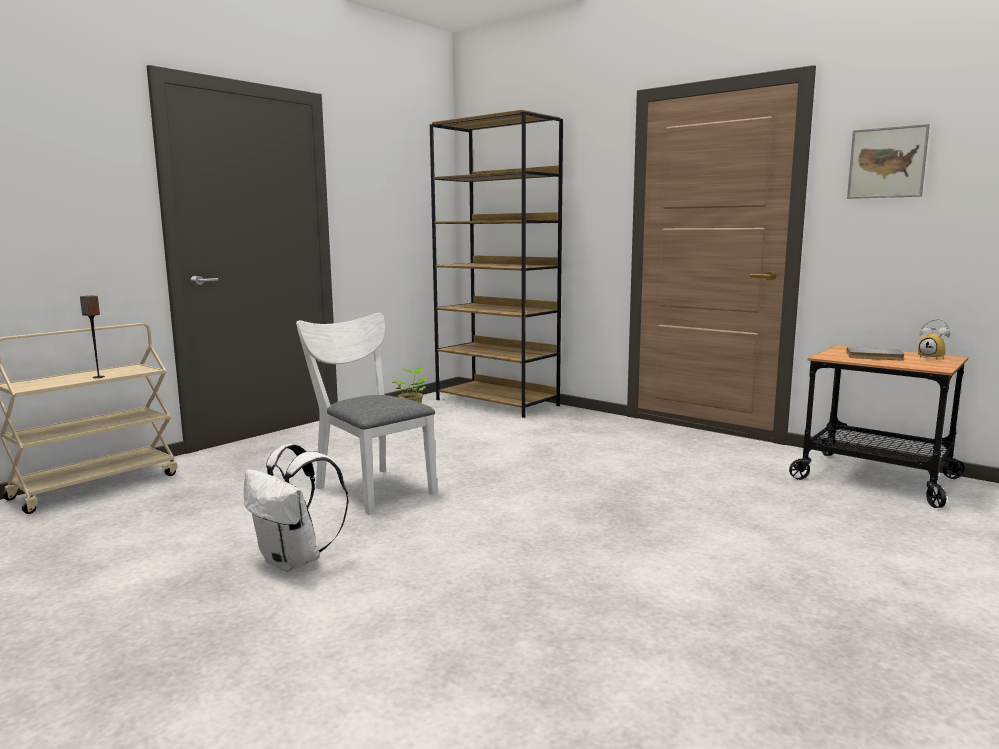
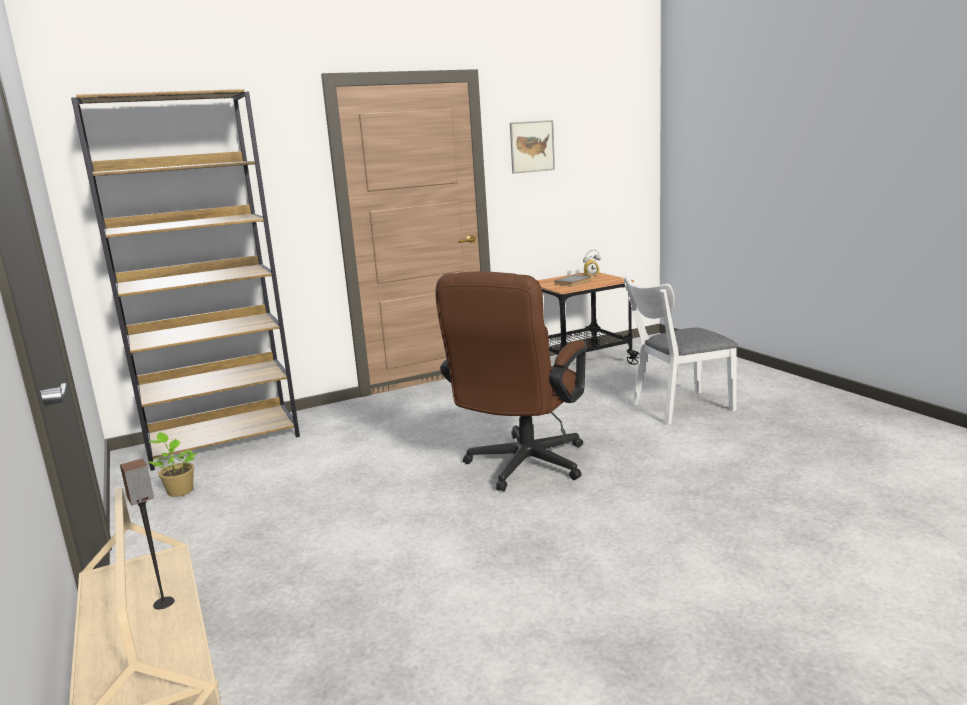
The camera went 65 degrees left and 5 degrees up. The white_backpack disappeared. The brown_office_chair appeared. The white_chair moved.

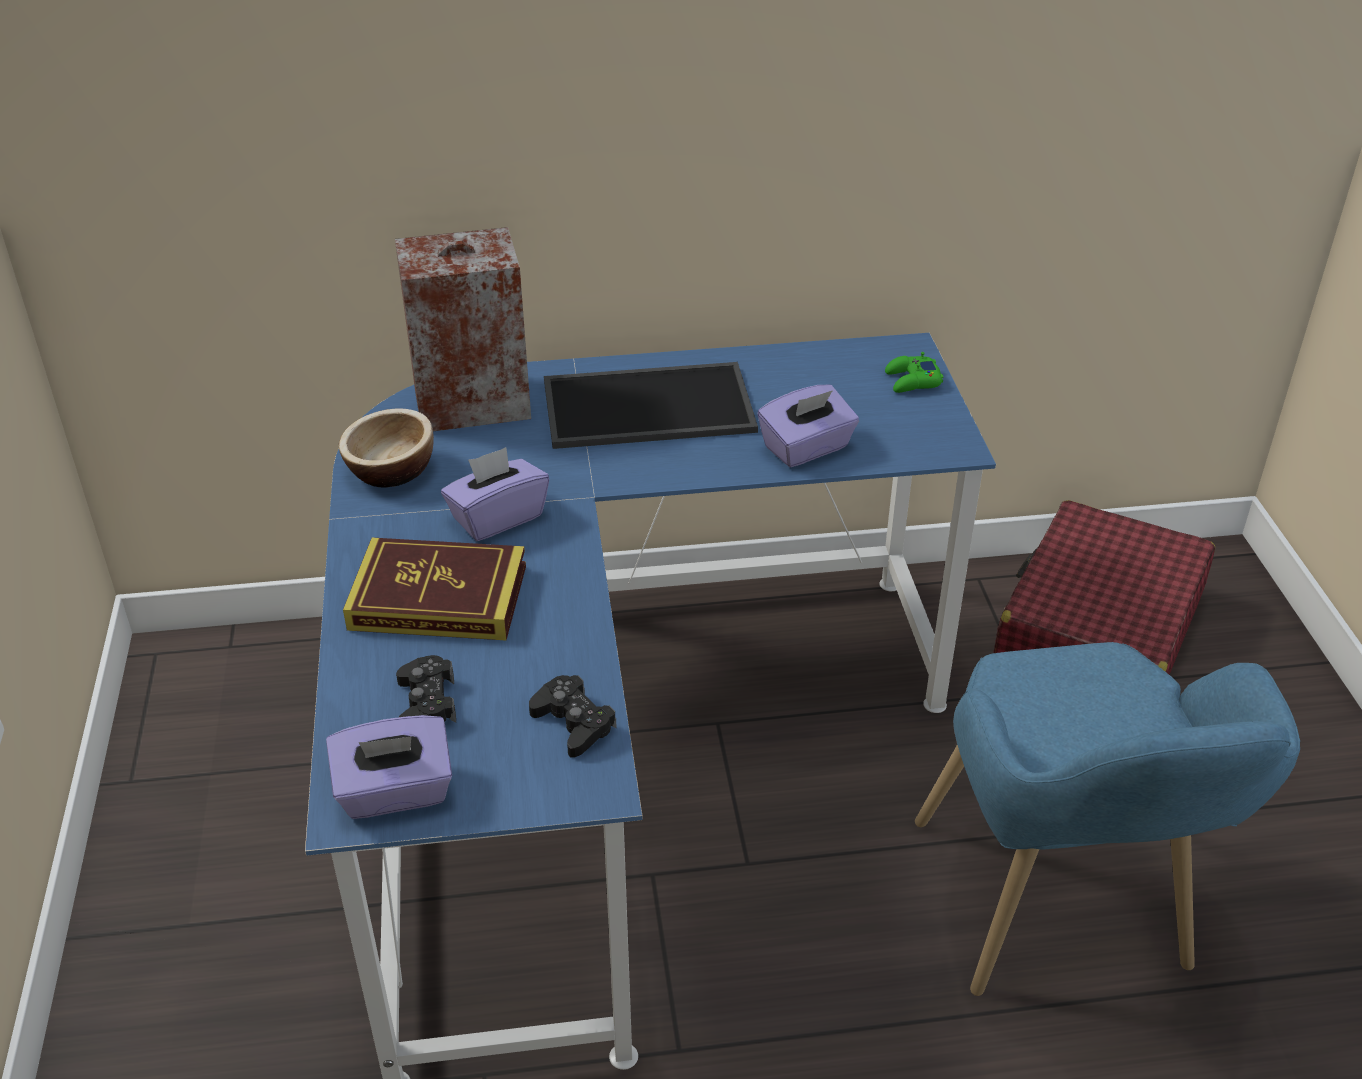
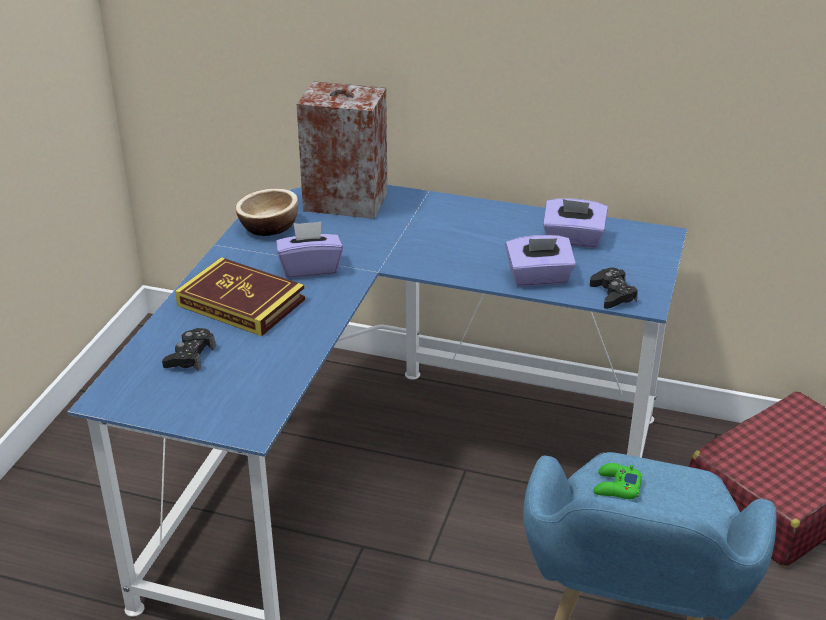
The camera went 25 degrees right and 5 degrees down. The tray disappeared. The purple_tissue_box (1st from left in the first image) moved. The black_game_controller (2nd from left) moved. The green_game_controller moved.

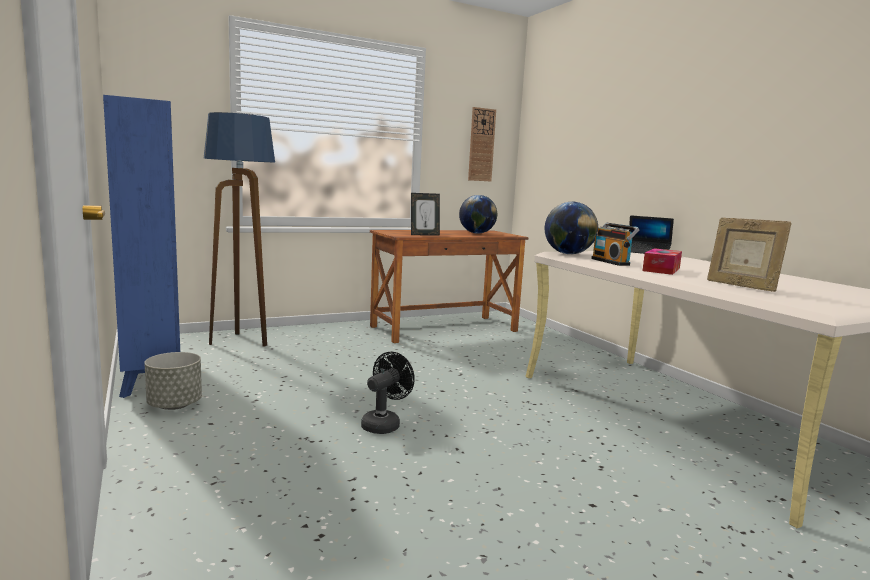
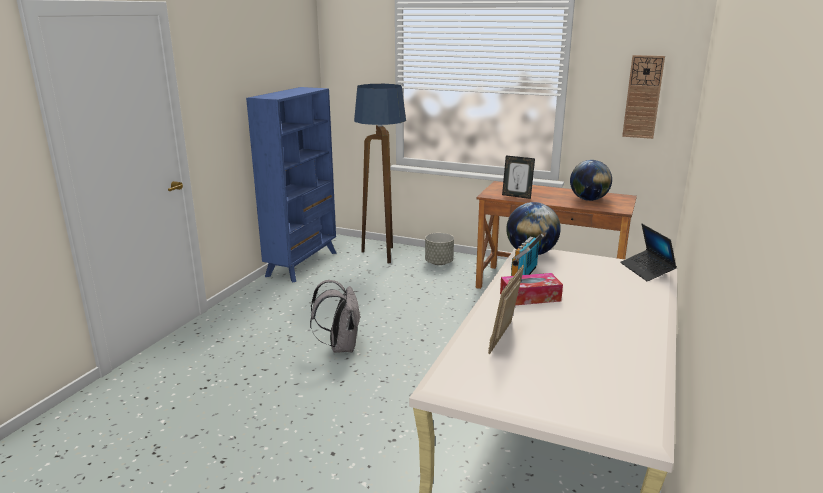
The camera went 50 degrees right and 10 degrees up. The grey_planter moved. The black_fan was replaced by the grey_backpack.

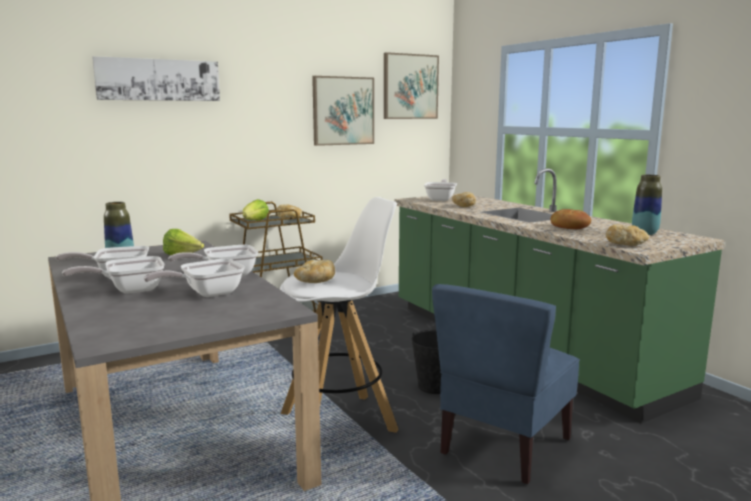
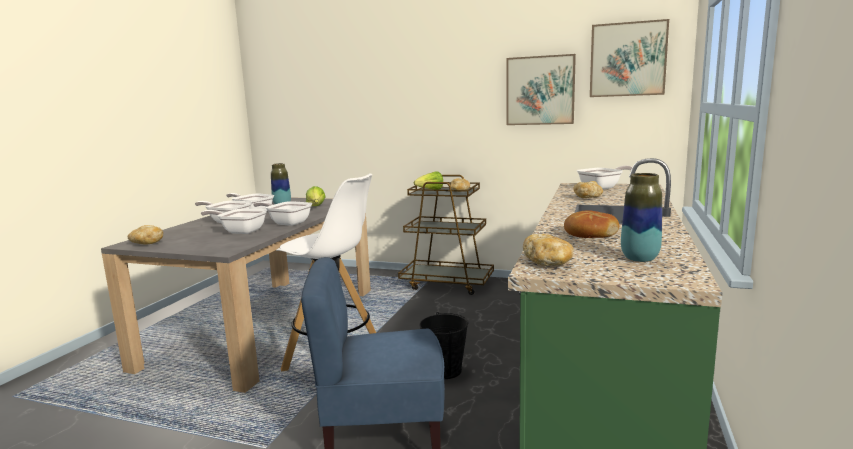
The camera went 50 degrees right and 0 degrees up. The picture (1st from left) disappeared. The bread (2nd from left in the first image) moved.

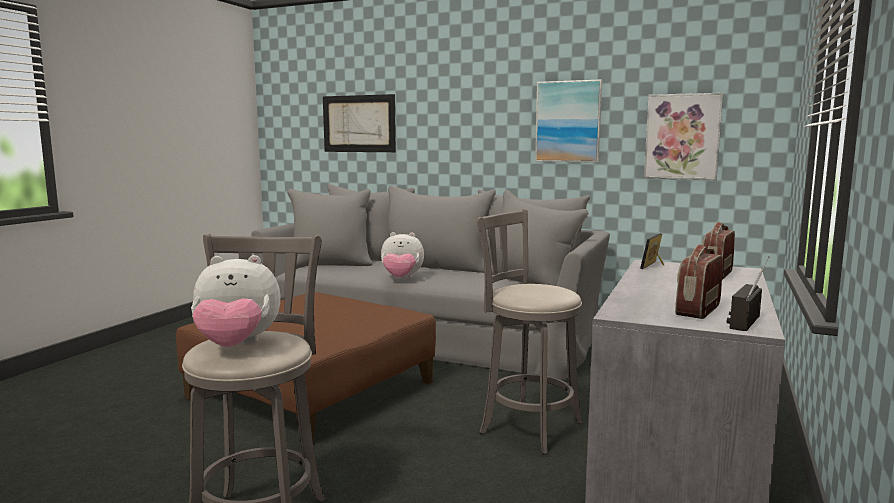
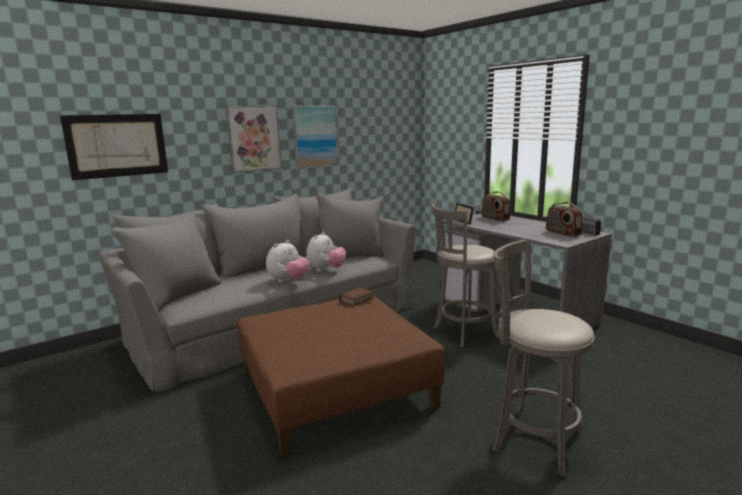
The camera went 60 degrees left and 5 degrees up. The book appeared. The plush_toy (1st from left in the first image) moved. The picture (3rd from left in the first image) moved.

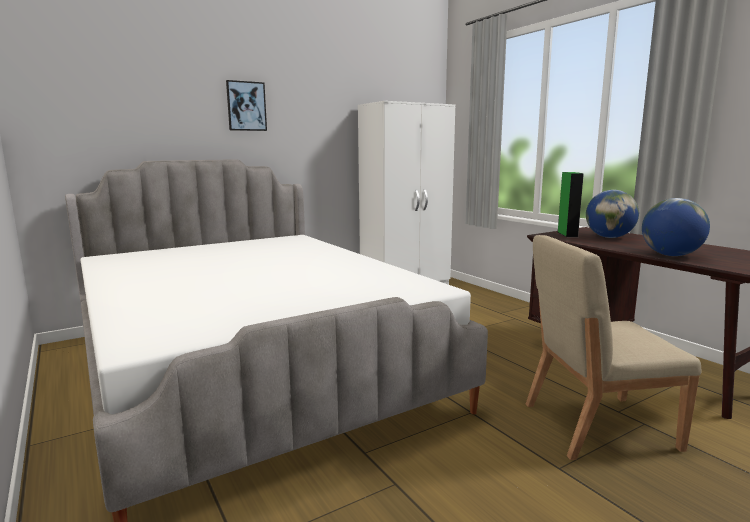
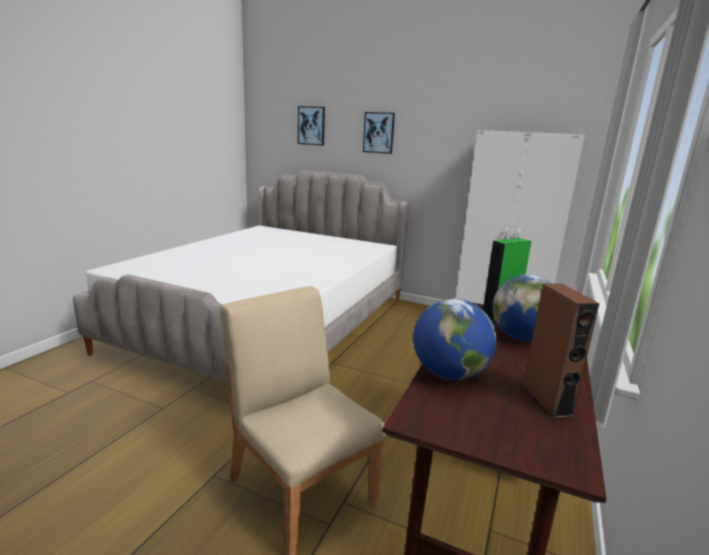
The camera went 55 degrees right and 5 degrees up. The picture (1st from left) appeared. The brown_speaker appeared.

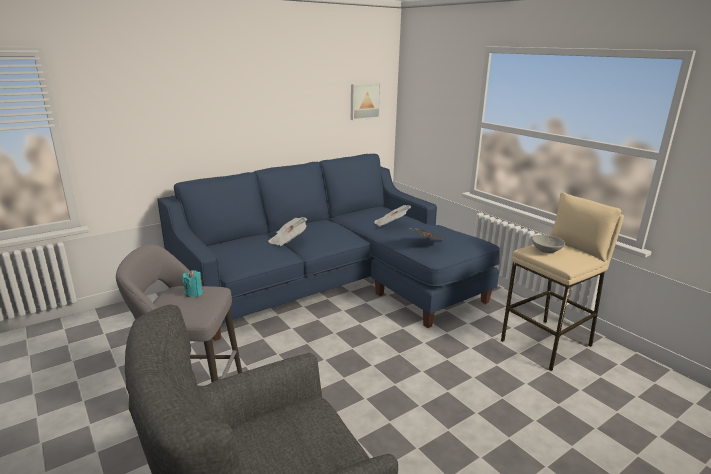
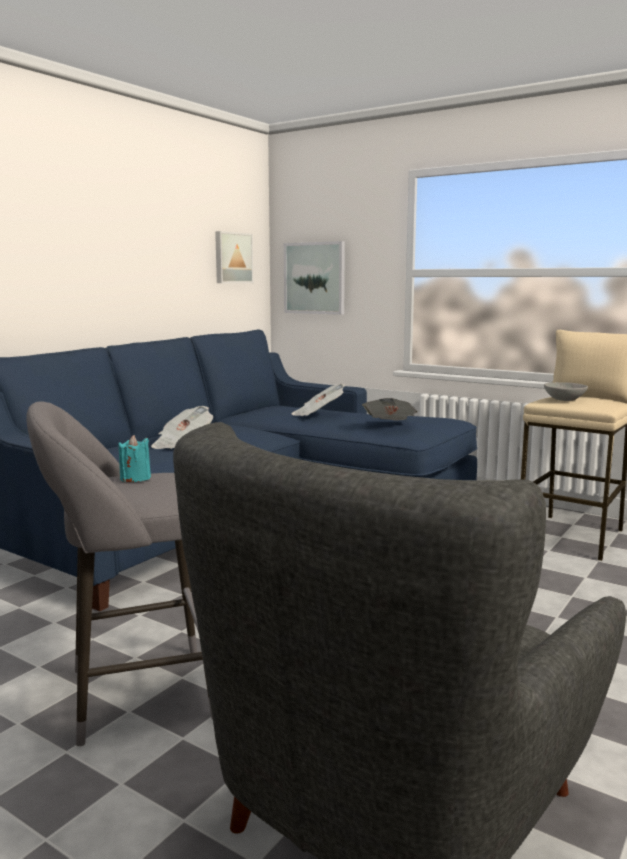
The camera went 20 degrees left and 10 degrees down. The picture (2nd from left) appeared.

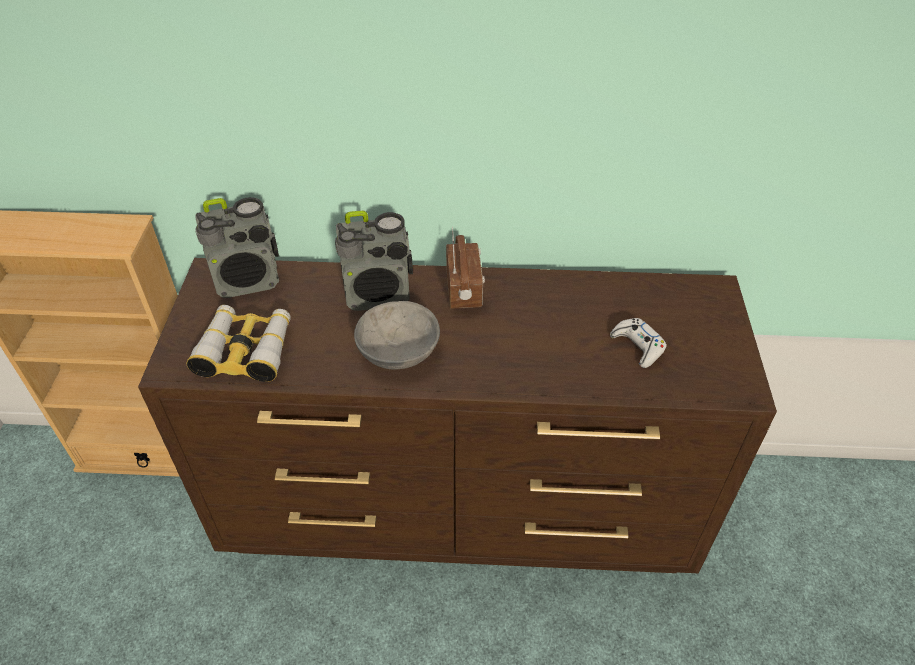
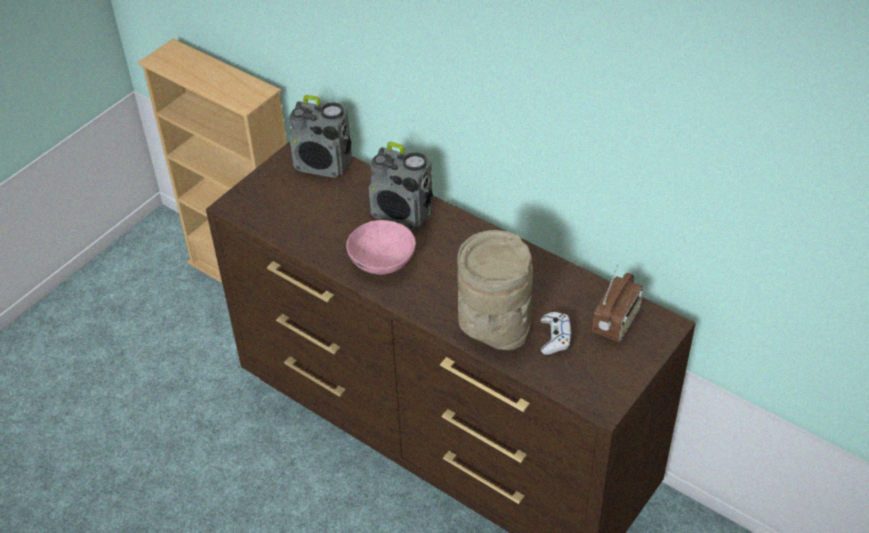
The camera went 35 degrees right and 0 degrees up. The binoculars disappeared. The beige_vase appeared. The radio (3rd from left) moved. The grey_bowl became the pink_bowl.

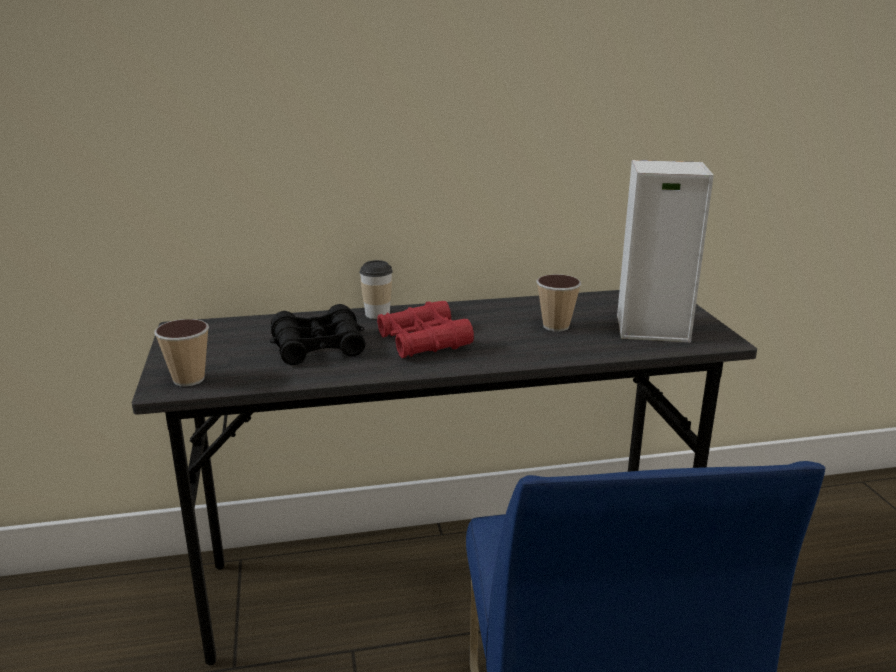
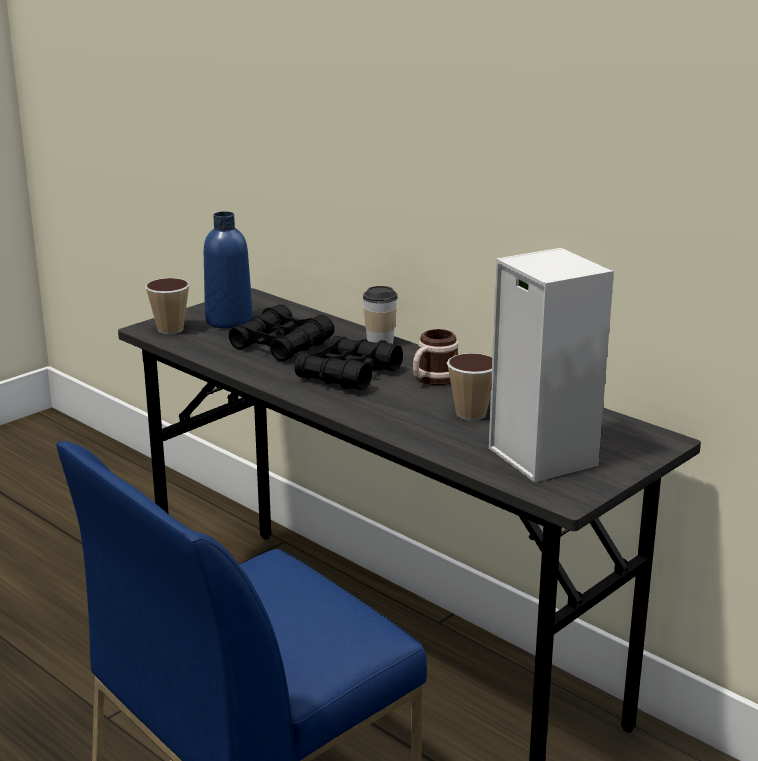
The camera went 55 degrees right and 0 degrees up. The blue_bottle appeared. The mug appeared. The red_binoculars became the black_binoculars (2nd from left).

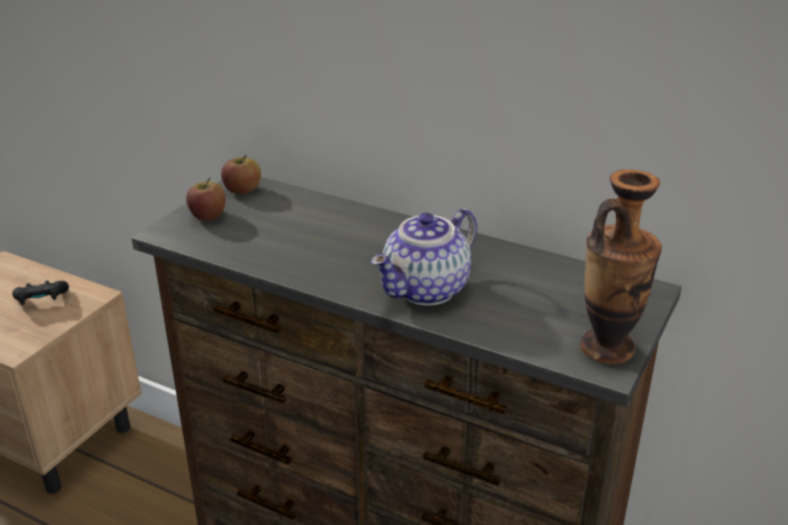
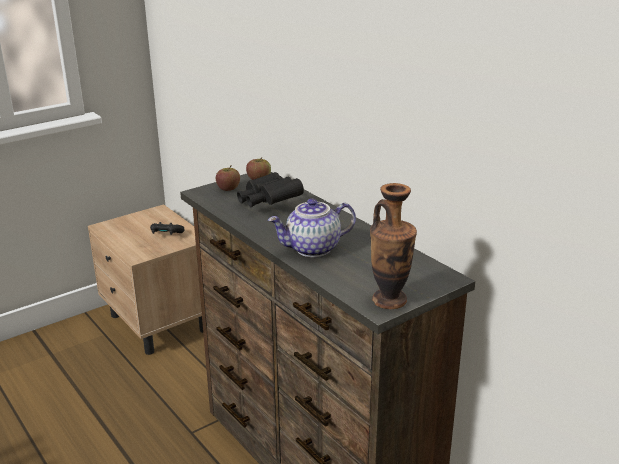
The camera went 25 degrees right and 5 degrees down. The black_binoculars appeared.

